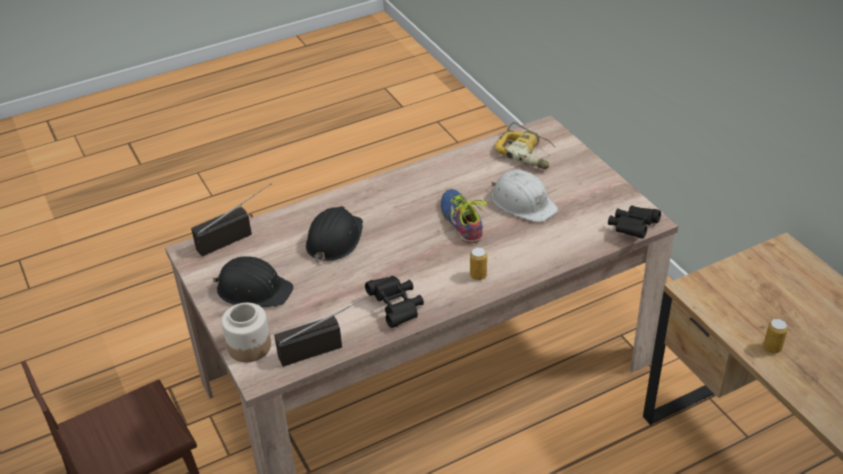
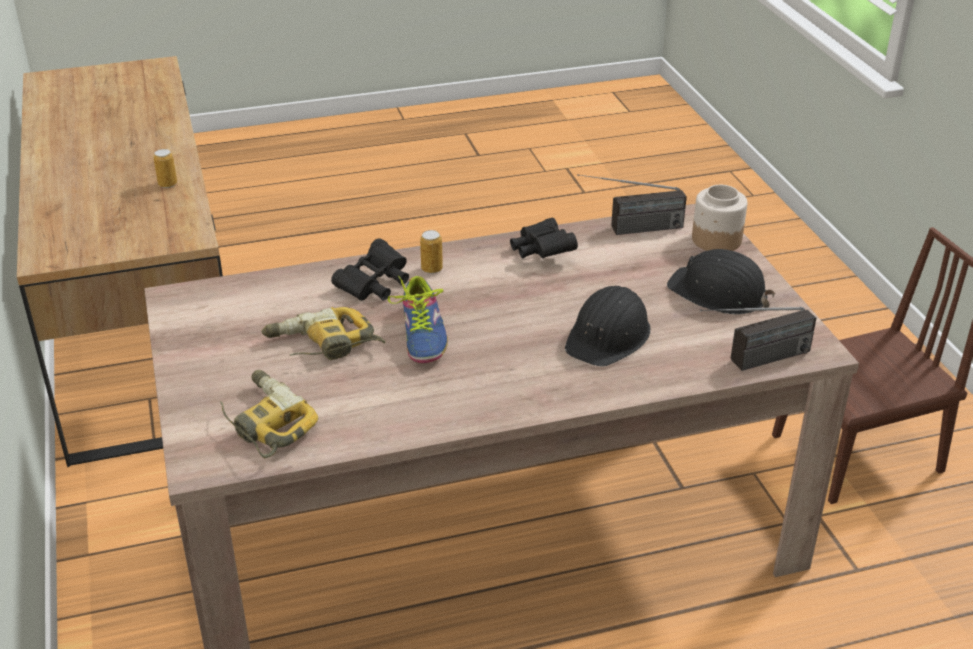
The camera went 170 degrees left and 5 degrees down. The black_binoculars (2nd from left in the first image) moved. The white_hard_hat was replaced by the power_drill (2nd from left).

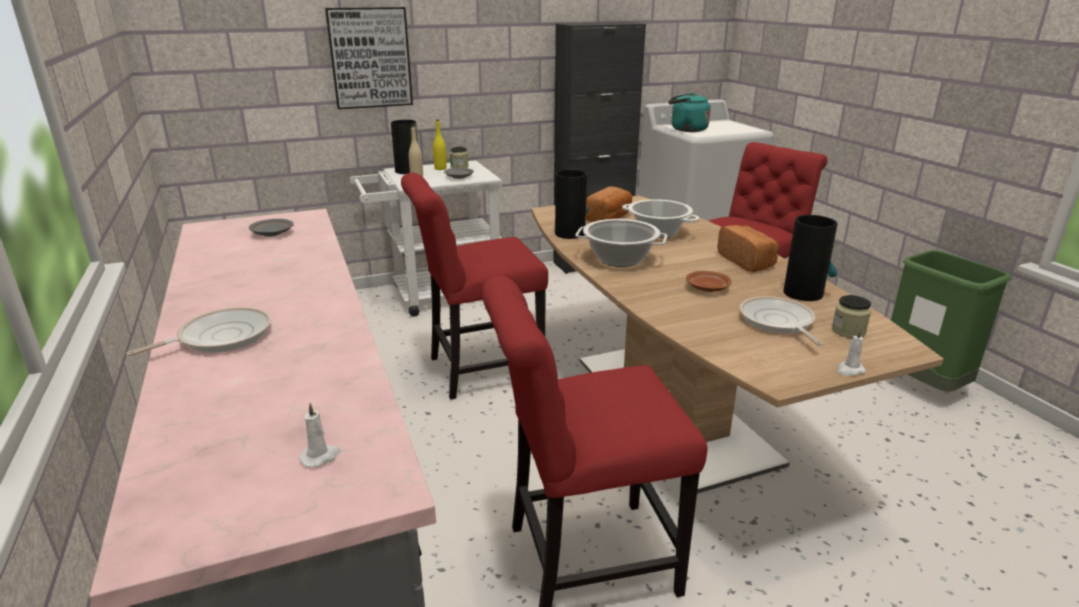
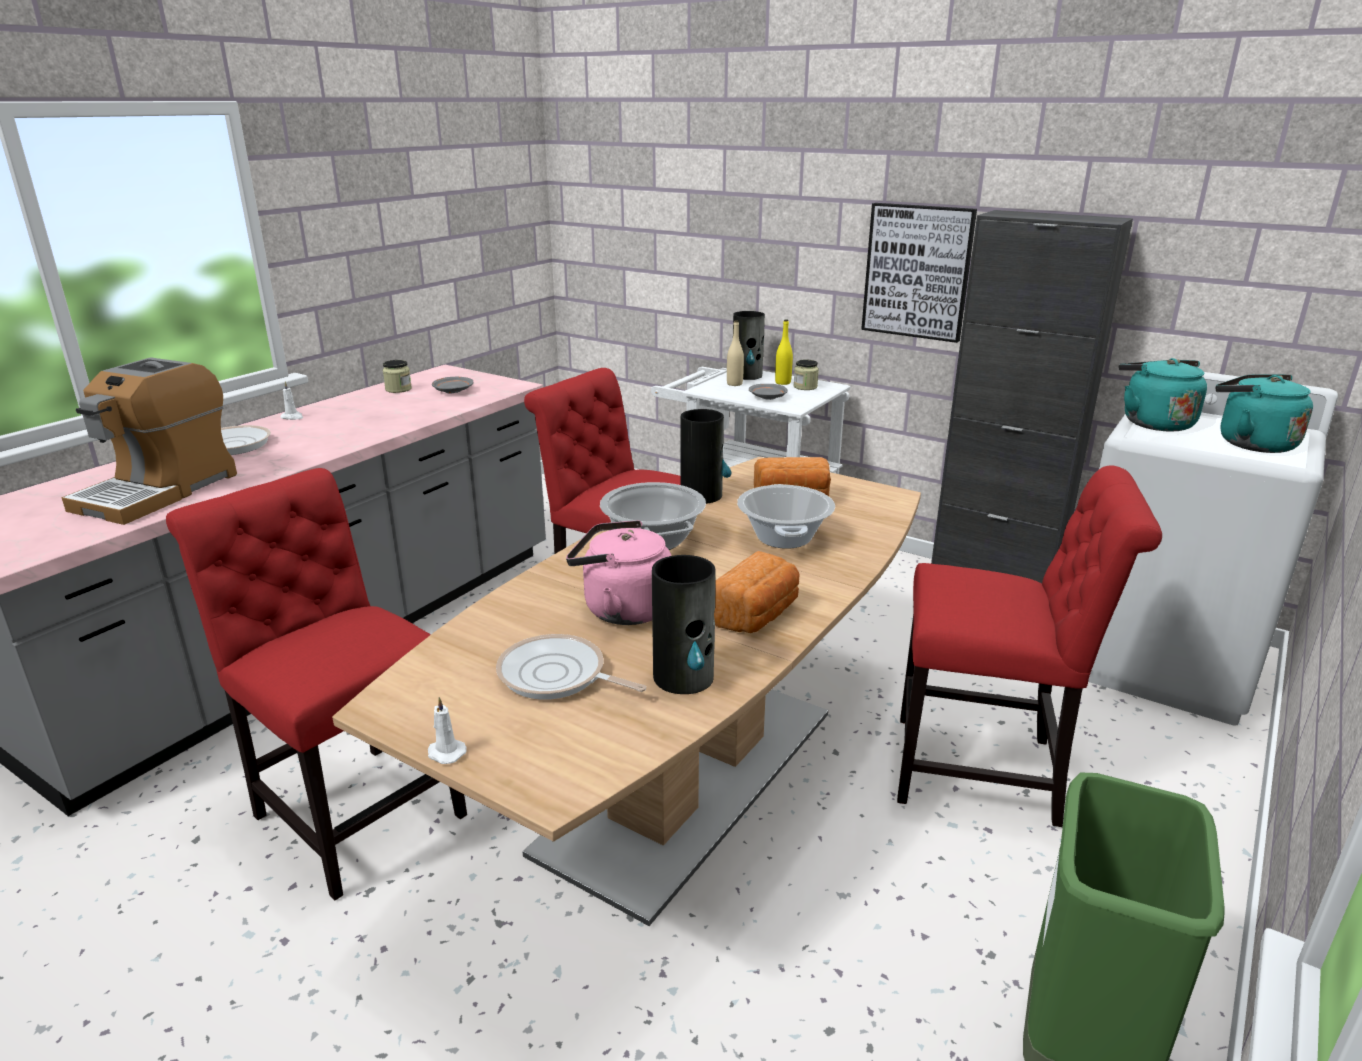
The camera went 55 degrees right and 0 degrees up. The coffee_machine appeared. The turquoise_kettle (2nd from left) appeared. The white_candle (1st from left) moved. The picture moved. The jar (2nd from left in the first image) moved. The brown_plate was replaced by the pink_kettle. The frying_pan (2nd from left) turned 105 degrees counterclockwise.

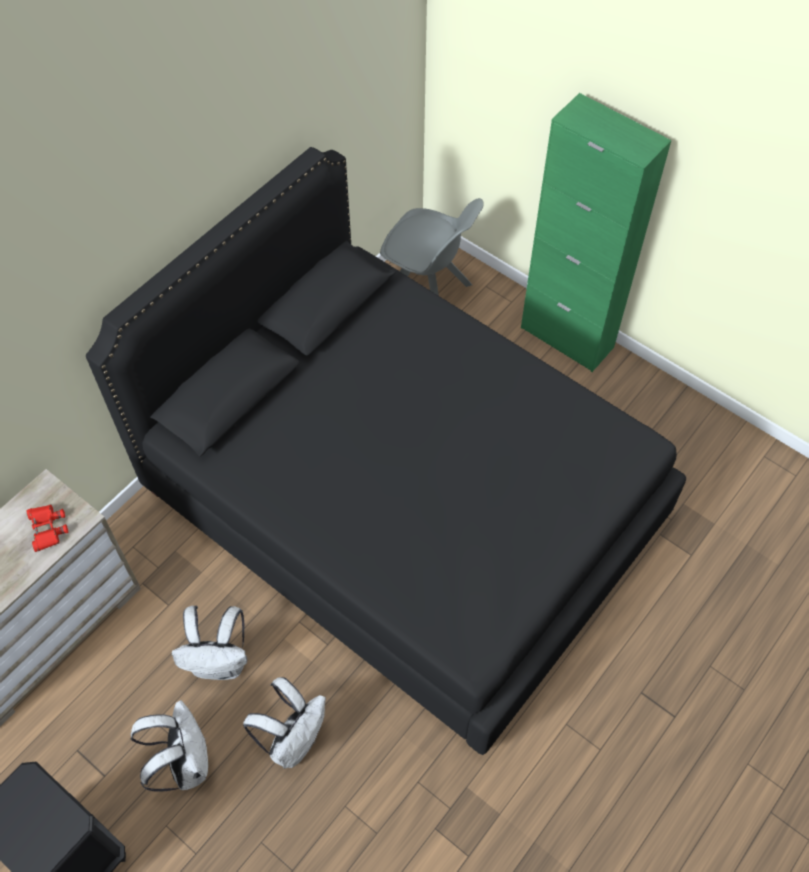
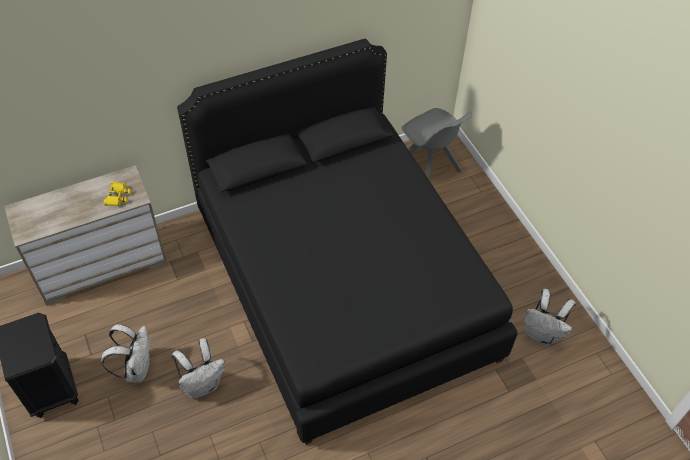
The camera went 25 degrees right and 5 degrees down. The green_cabinet disappeared. The white_backpack (2nd from left in the first image) moved. The red_binoculars became the yellow_binoculars.

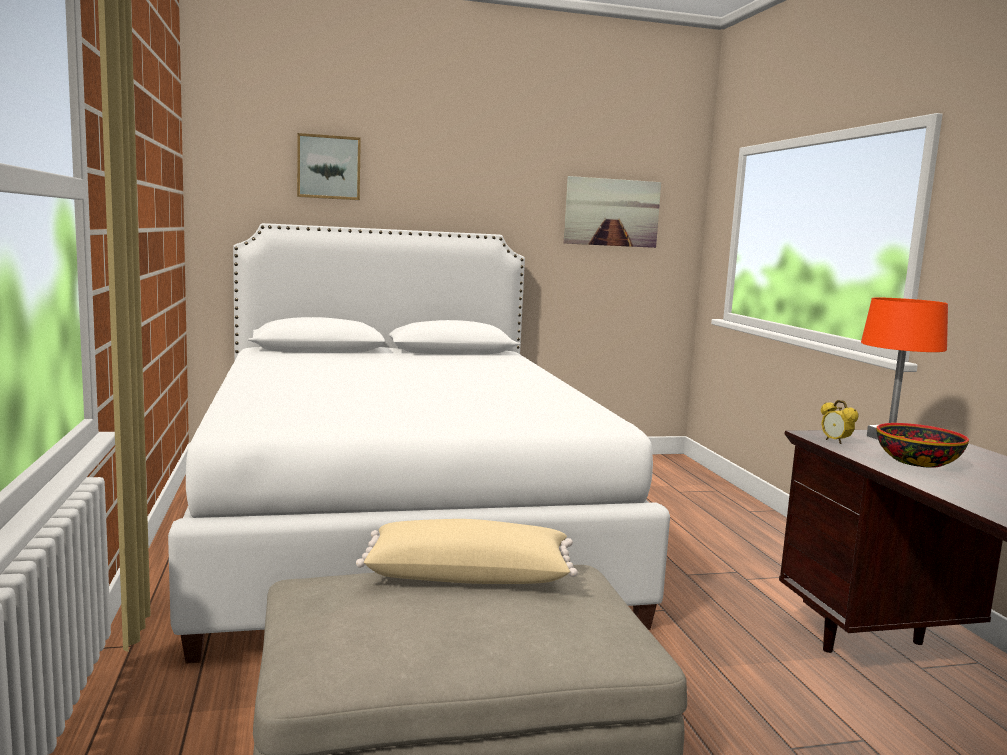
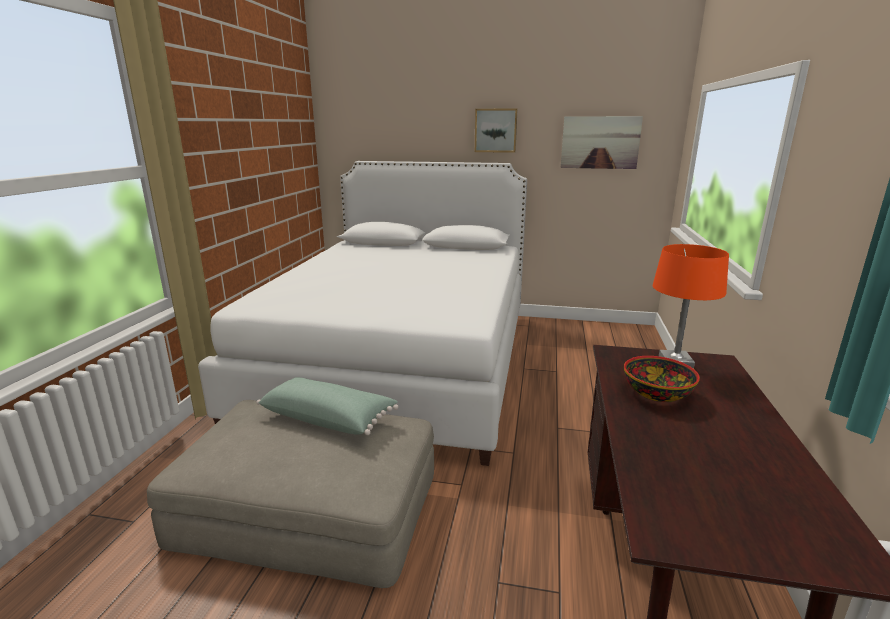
The camera went 25 degrees right and 10 degrees up. The alarm_clock disappeared. The picture (1st from left) moved. The beige_pillow became the green_pillow.

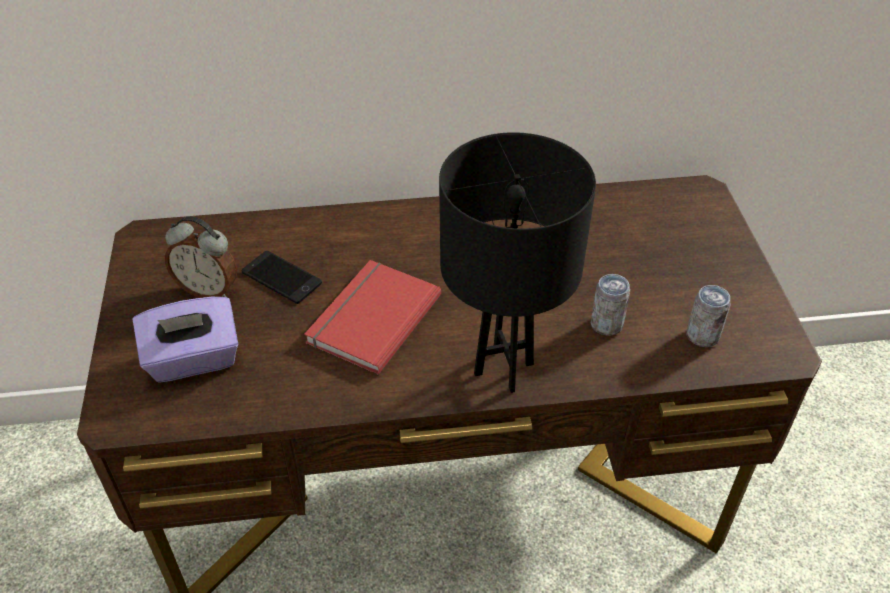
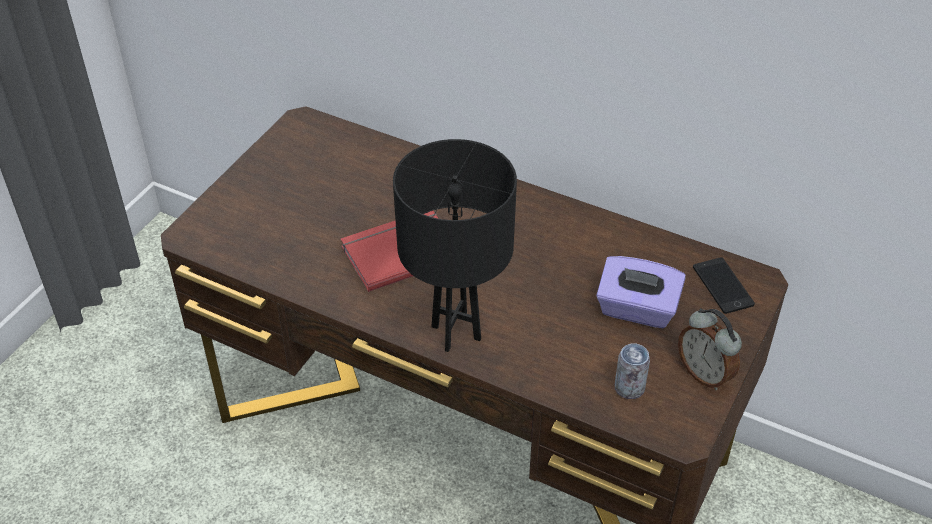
The camera went 35 degrees right and 0 degrees up. The can (1st from left) disappeared. The purple_tissue_box moved. The alarm_clock moved. The phone moved.

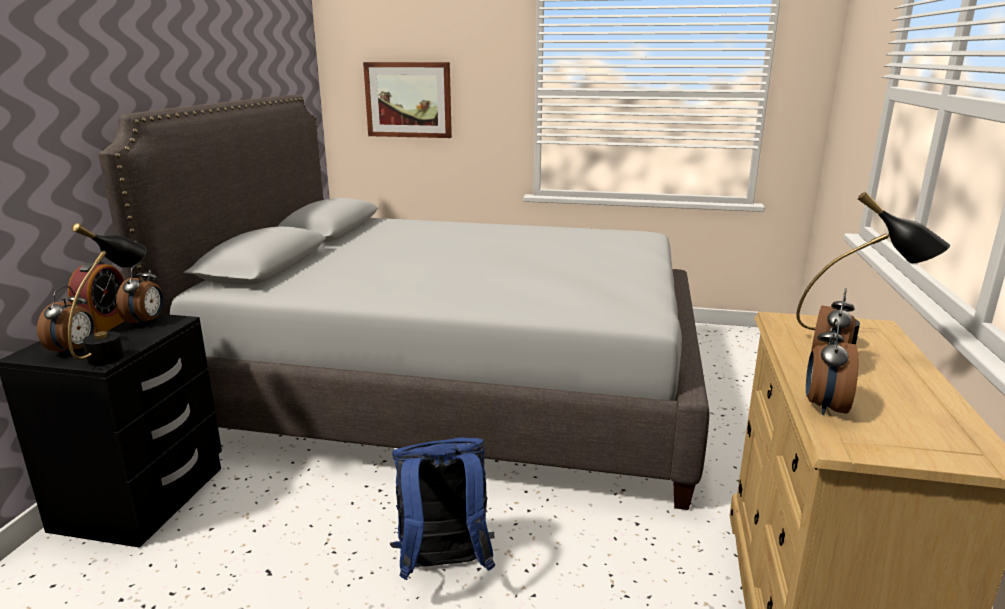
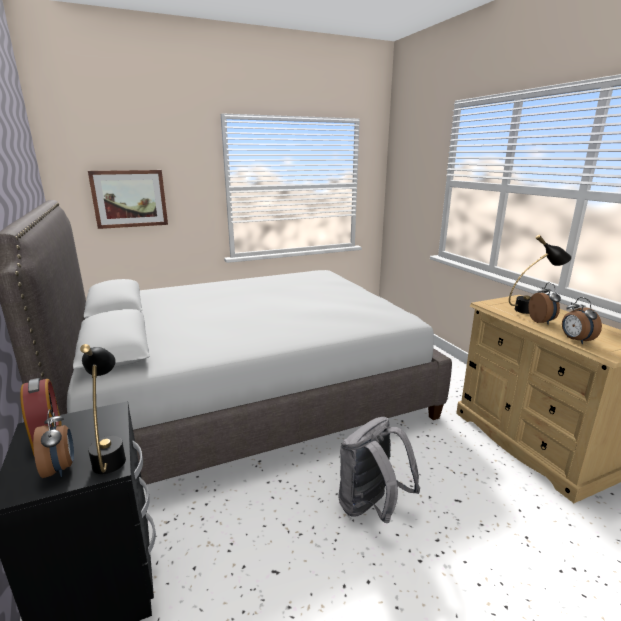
The camera went 35 degrees left and 0 degrees up. The alarm_clock (3rd from left) disappeared. The blue_backpack became the grey_backpack.

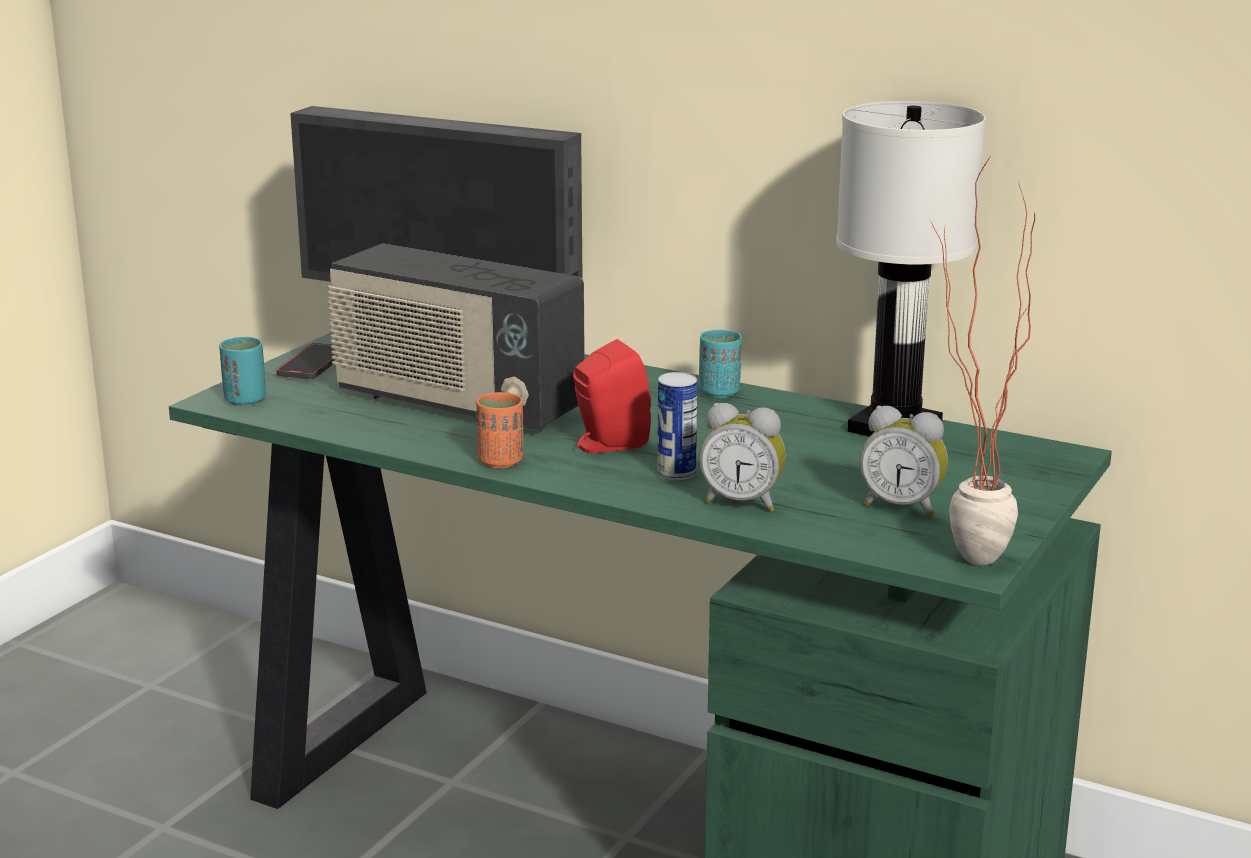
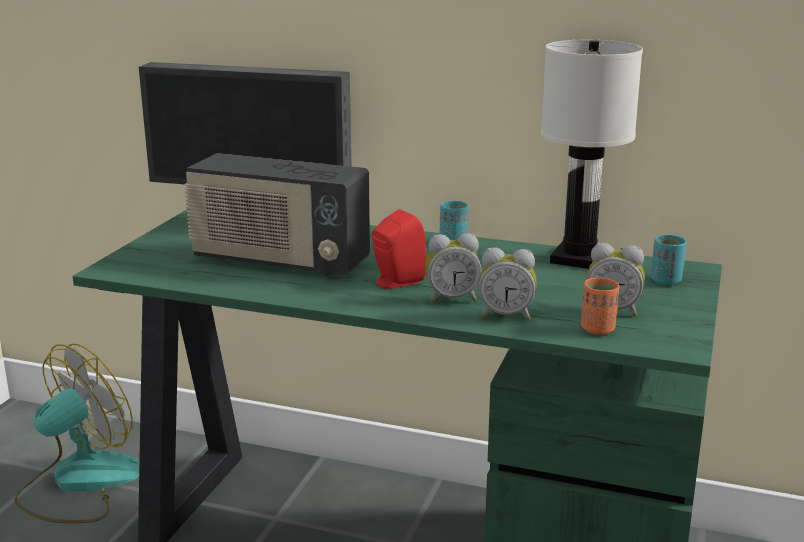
The camera went 10 degrees left and 0 degrees up. The phone disappeared. The potted_plant disappeared. The fan appeared. The turquoise_cup (1st from left in the first image) moved. The orange_cup moved. The can was replaced by the alarm_clock (1st from left).

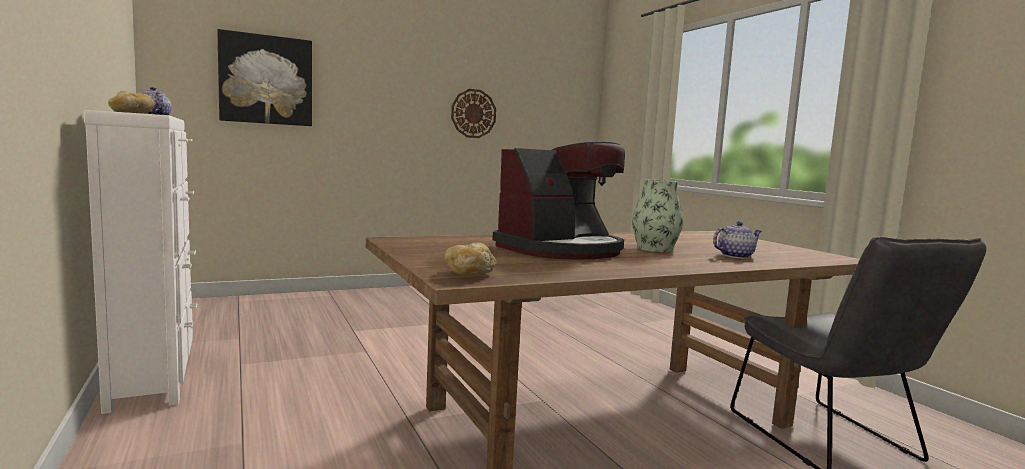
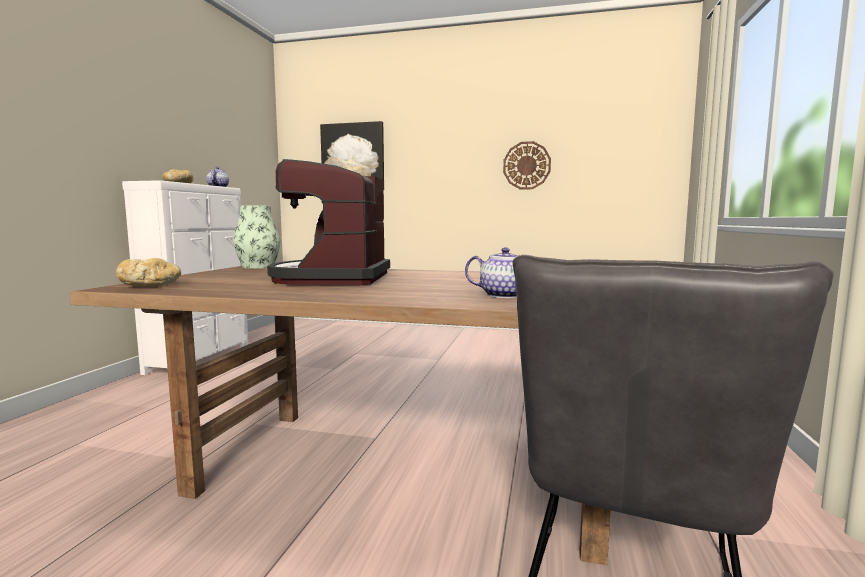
The camera went 40 degrees right and 0 degrees up. The vase moved. The coffee_machine turned 90 degrees clockwise.

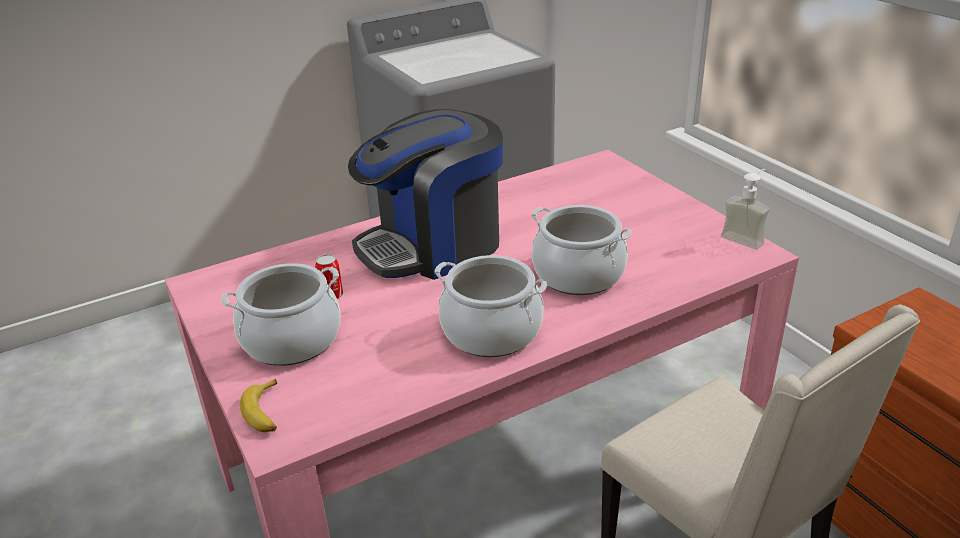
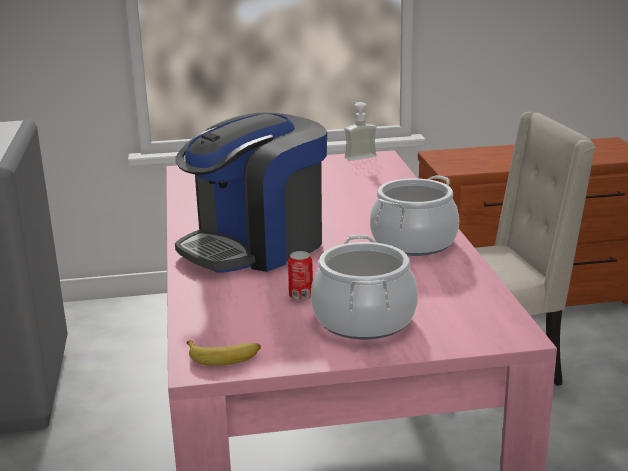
The camera went 70 degrees left and 10 degrees down. The cooking_pot (3rd from left) disappeared. The banana moved. The coffee_machine turned 60 degrees clockwise.

